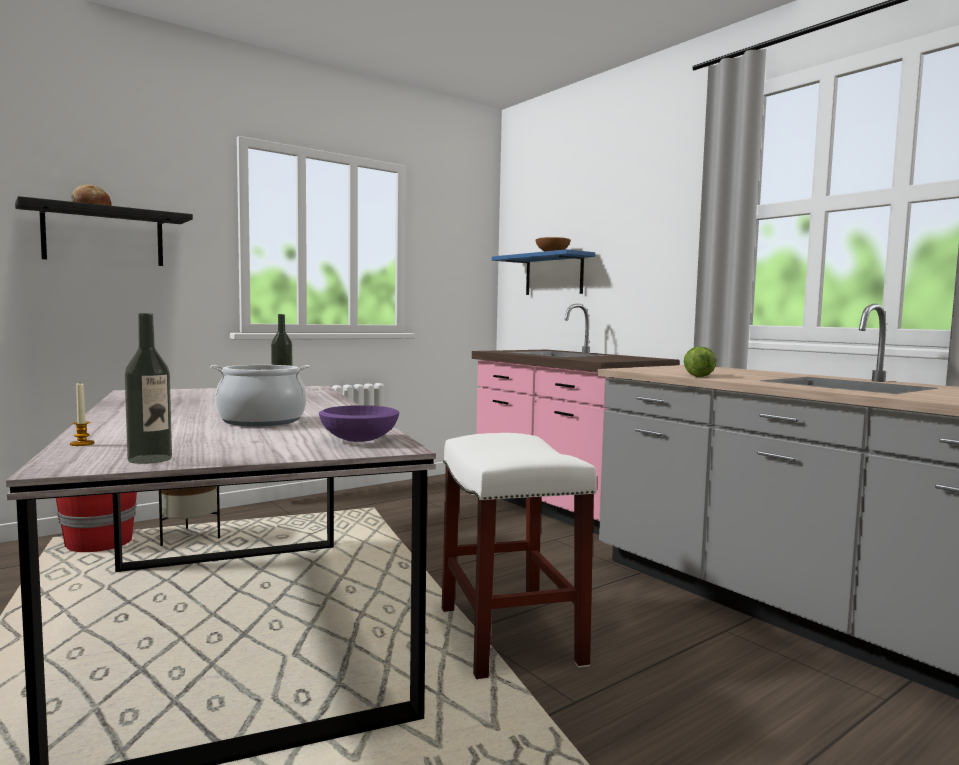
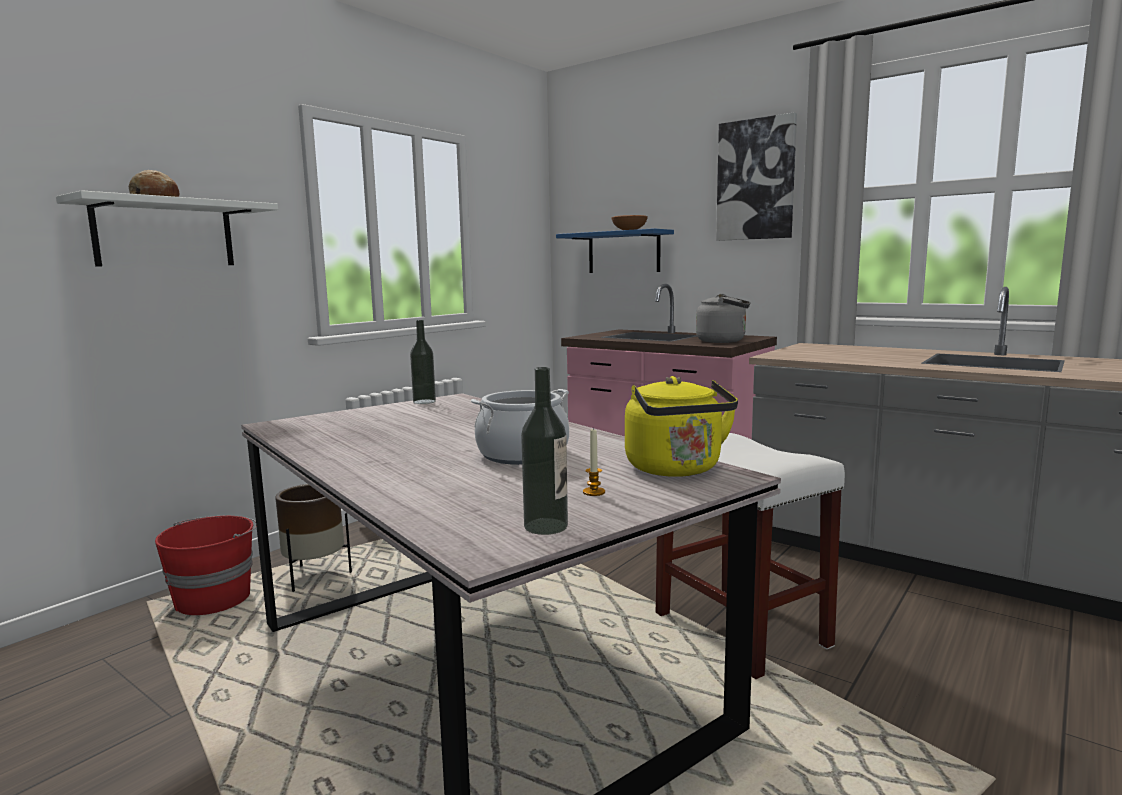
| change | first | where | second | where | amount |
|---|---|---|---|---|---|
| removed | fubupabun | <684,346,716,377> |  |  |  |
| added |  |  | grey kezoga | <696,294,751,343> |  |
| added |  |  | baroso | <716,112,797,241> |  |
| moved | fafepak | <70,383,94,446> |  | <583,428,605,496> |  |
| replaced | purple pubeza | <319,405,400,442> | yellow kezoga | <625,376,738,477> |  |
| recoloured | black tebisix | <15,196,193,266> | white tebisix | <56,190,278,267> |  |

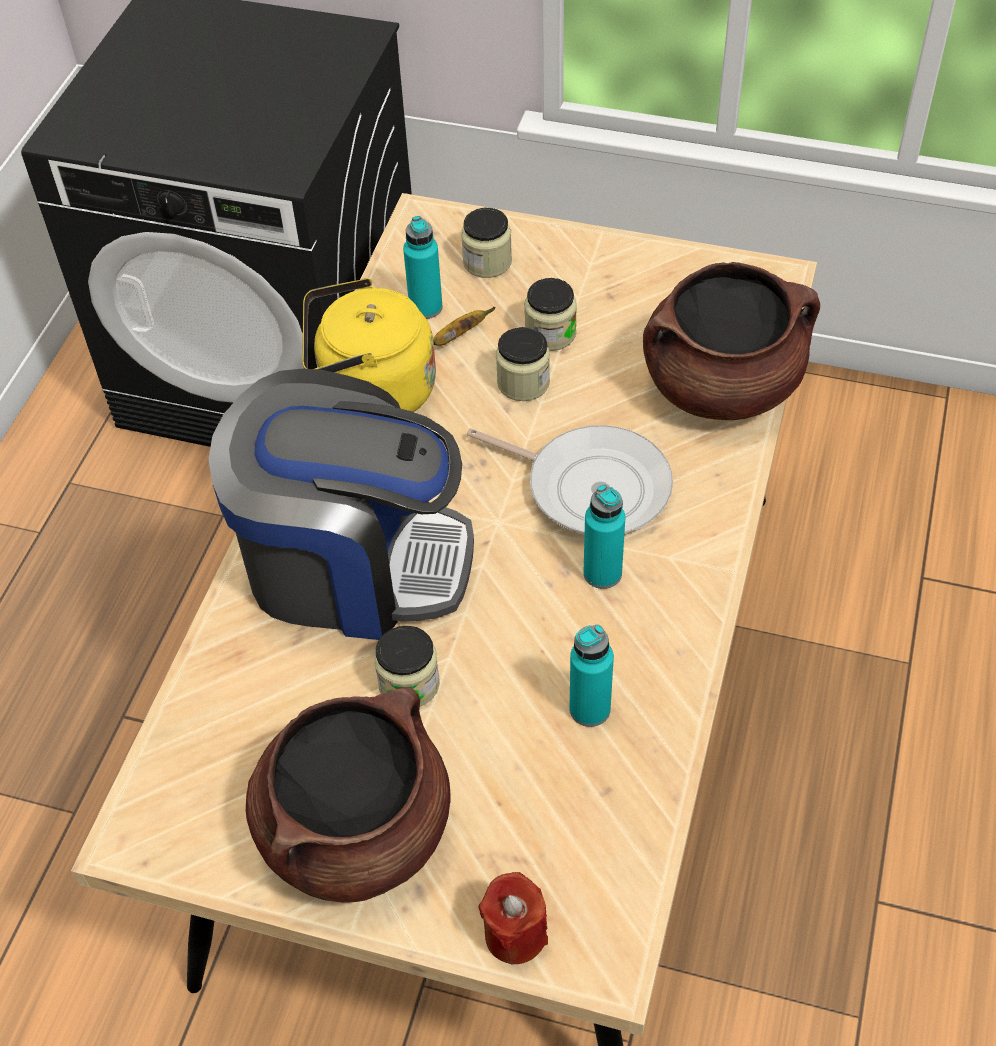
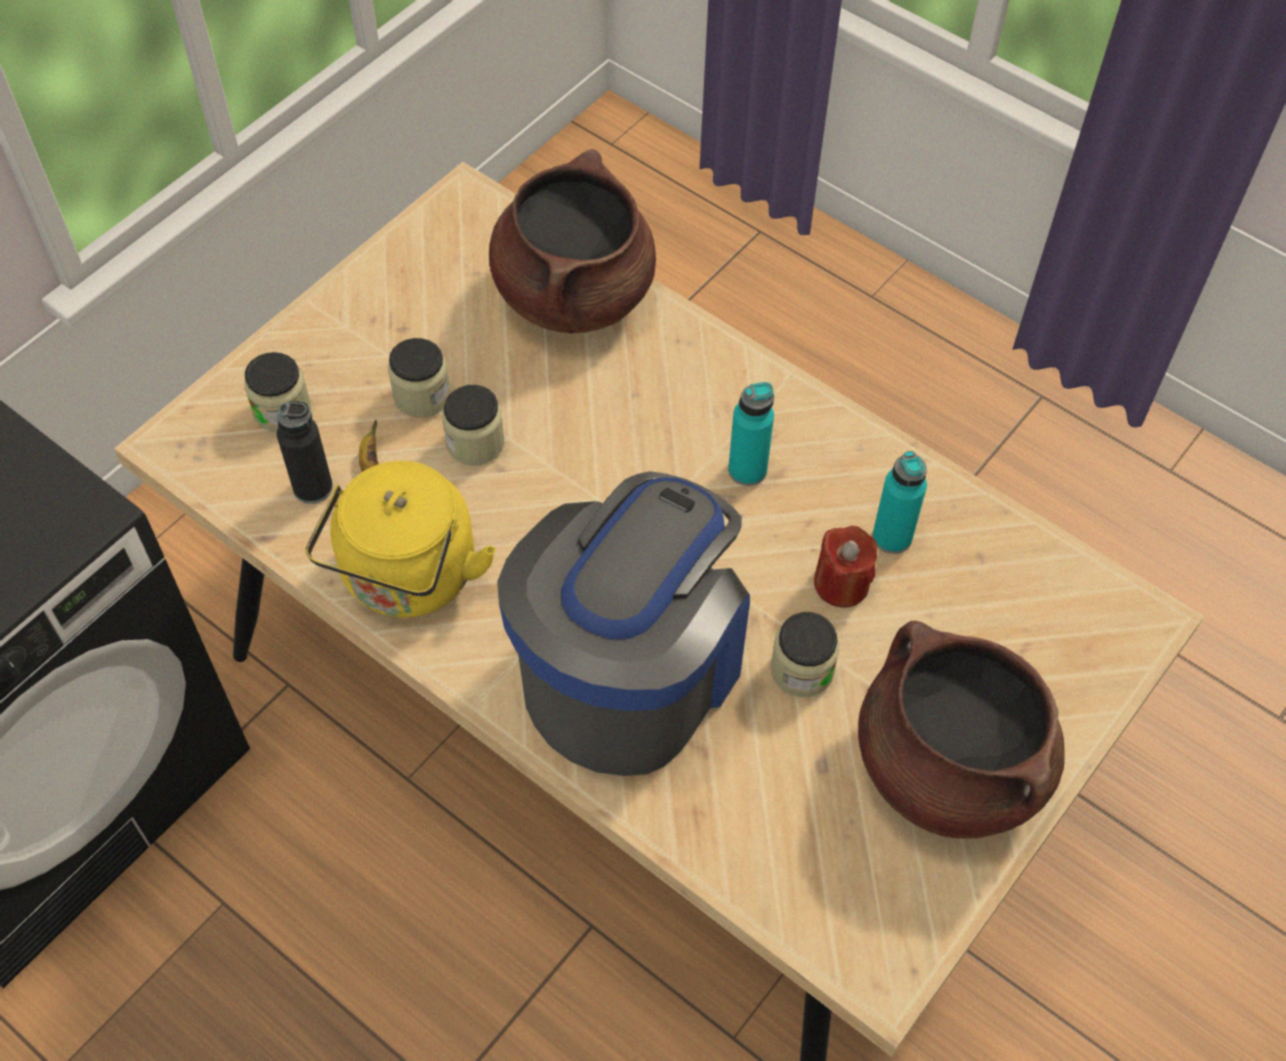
| change | first | where | second | where | amount |
|---|---|---|---|---|---|
| removed | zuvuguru | <467,425,673,535> |  |  |  |
| moved | red fafepak | <479,872,548,964> |  | <814,526,877,607> |  |
| recoloured | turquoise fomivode | <403,216,443,319> | black fomivode | <277,401,333,504> |  |

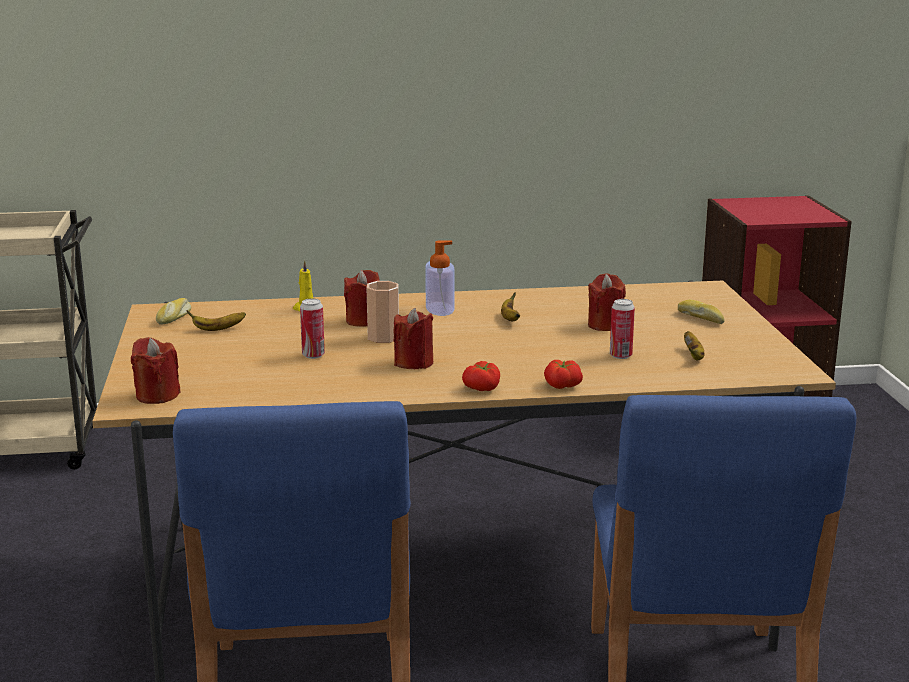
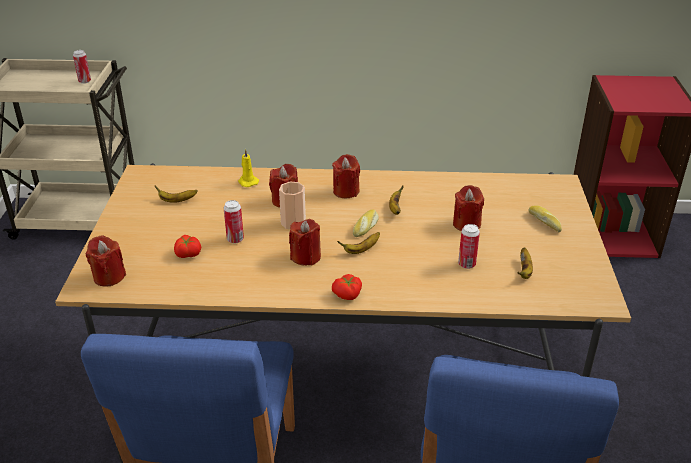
| change | first | where | second | where | amount |
|---|---|---|---|---|---|
| added |  |  | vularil | <73,50,91,84> |  |
| added |  |  | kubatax | <337,232,380,254> |  |
| moved | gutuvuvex | <156,298,191,325> |  | <353,209,379,237> |  |
| moved | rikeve | <544,360,583,389> |  | <174,235,201,258> |  |
| replaced | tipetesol | <425,241,455,316> | red fafepak | <332,154,360,198> |  |

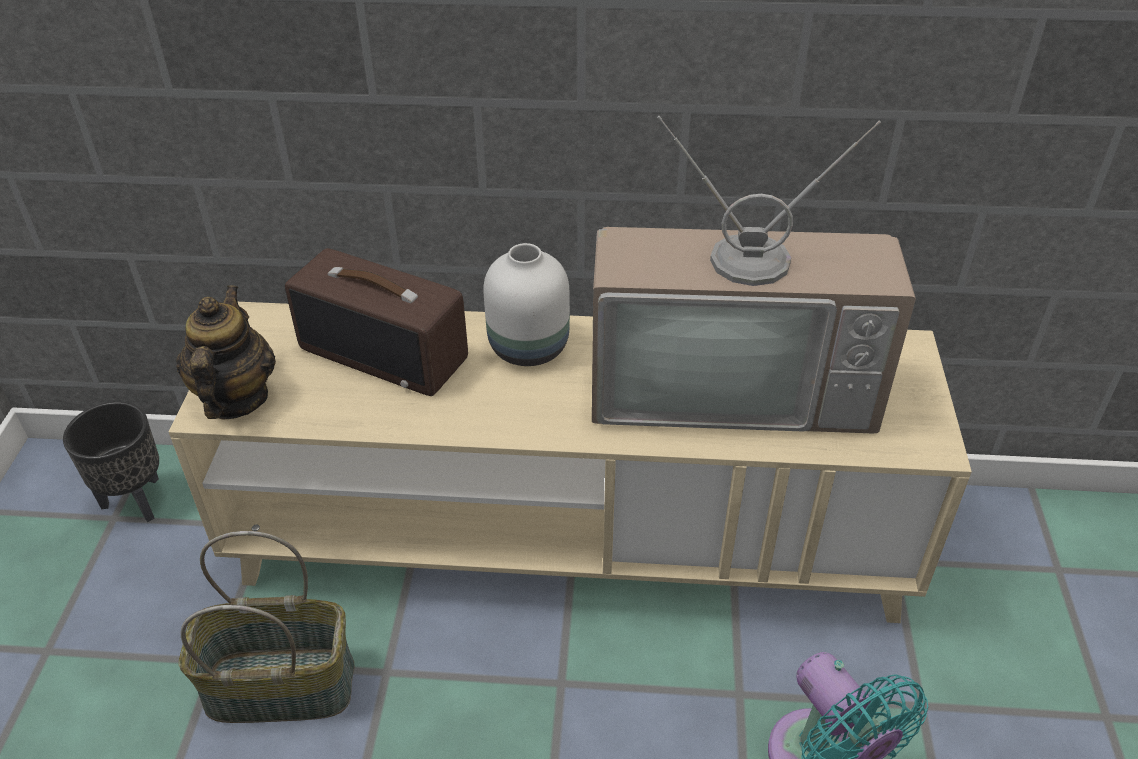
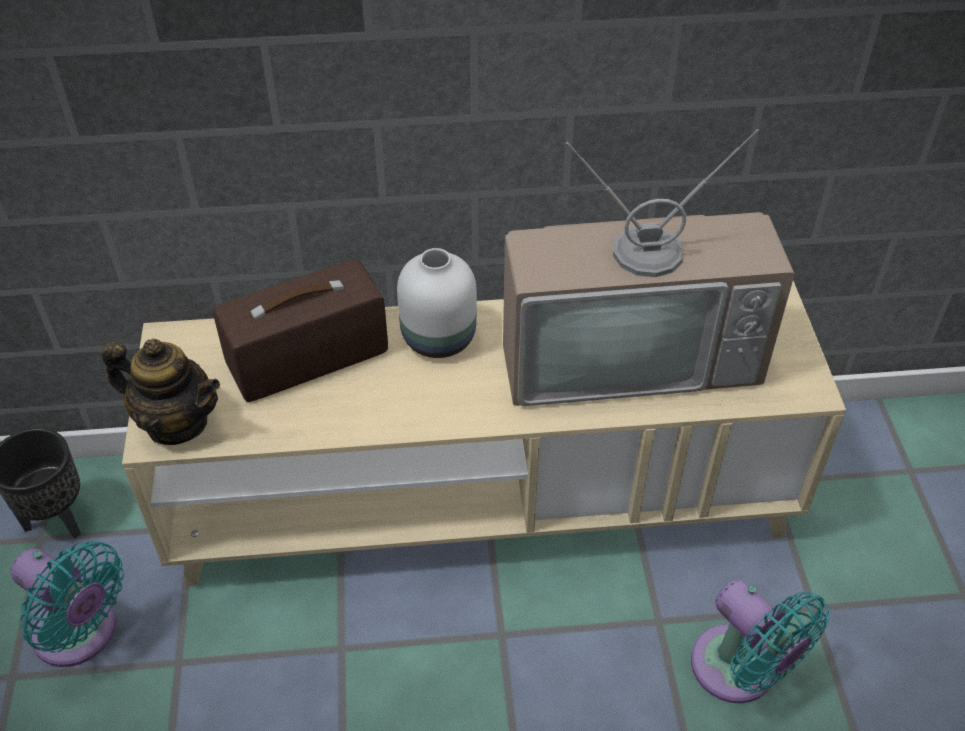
| change | first | where | second | where | amount |
|---|---|---|---|---|---|
| removed | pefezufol | <179,531,354,723> |  |  |  |
| added |  |  | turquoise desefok | <11,541,124,667> |  |
| turned | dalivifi | <176,285,276,419> |  | <102,338,220,445> | 120 degrees clockwise |
| turned | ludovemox | <285,248,468,396> |  | <213,259,388,402> | 135 degrees clockwise |

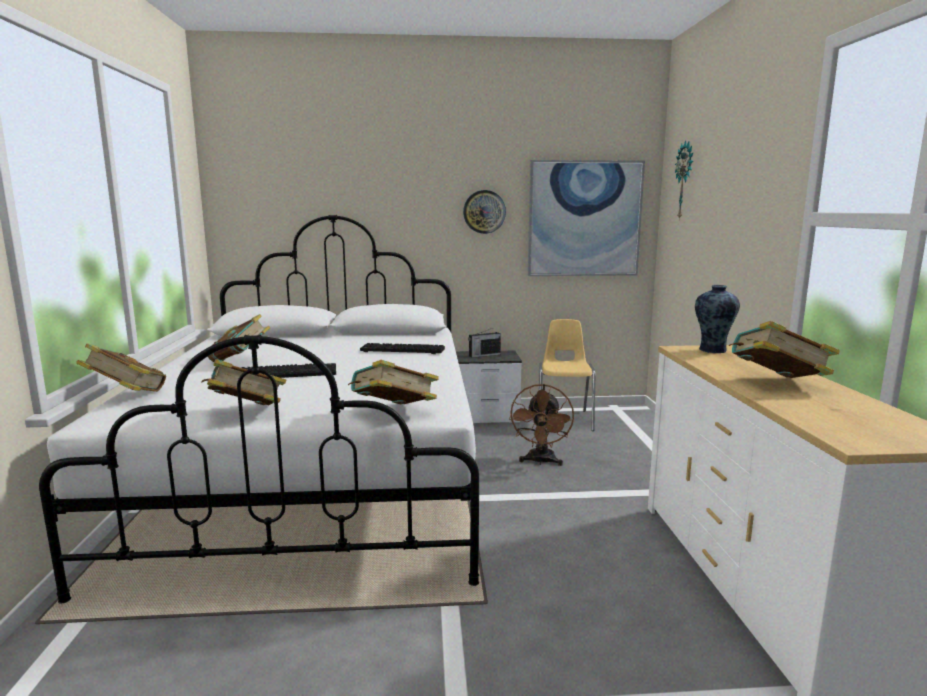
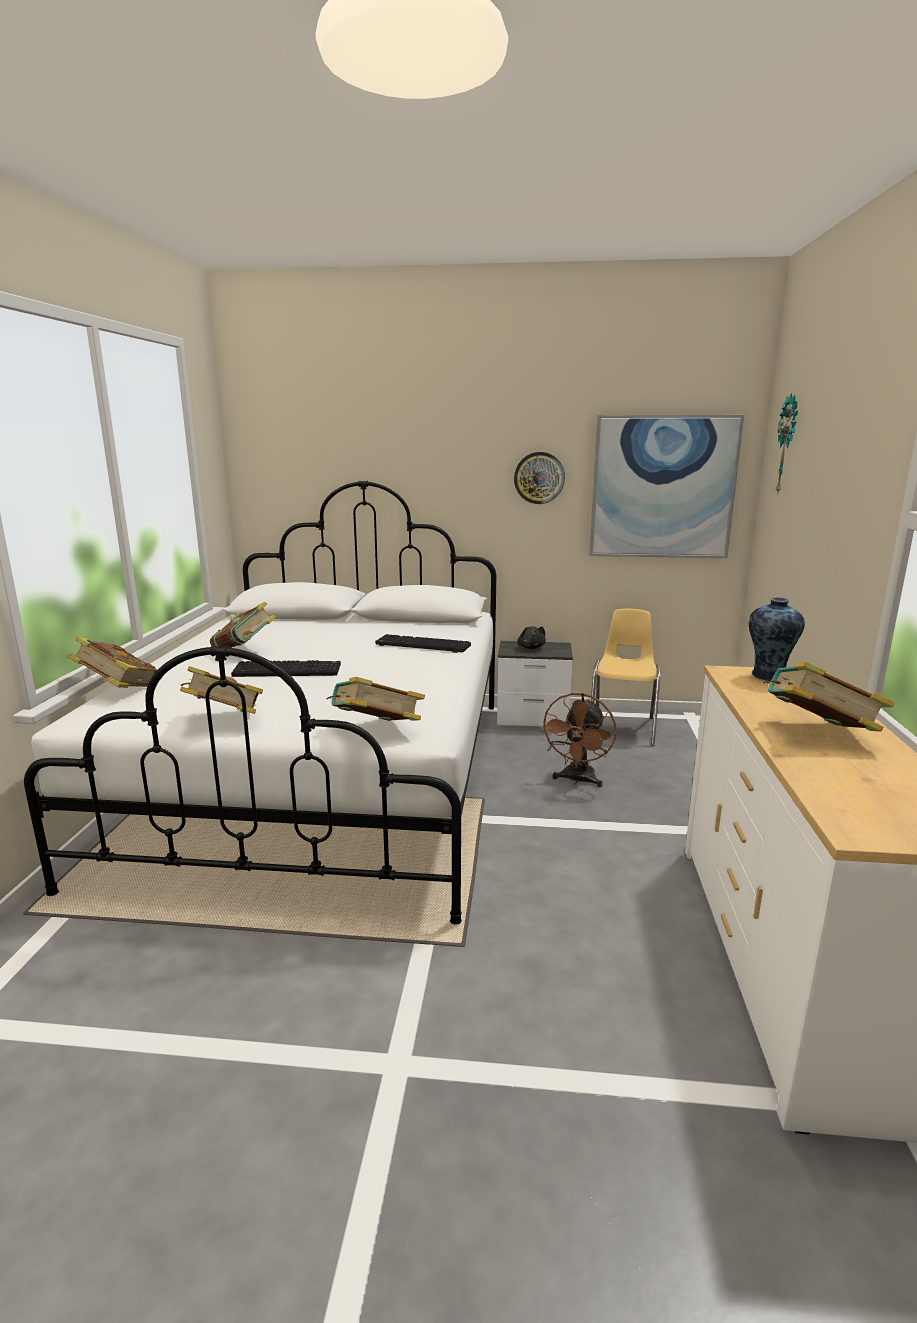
| change | first | where | second | where | amount |
|---|---|---|---|---|---|
| replaced | ludovemox | <468,328,501,358> | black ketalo | <517,626,546,649> |  |

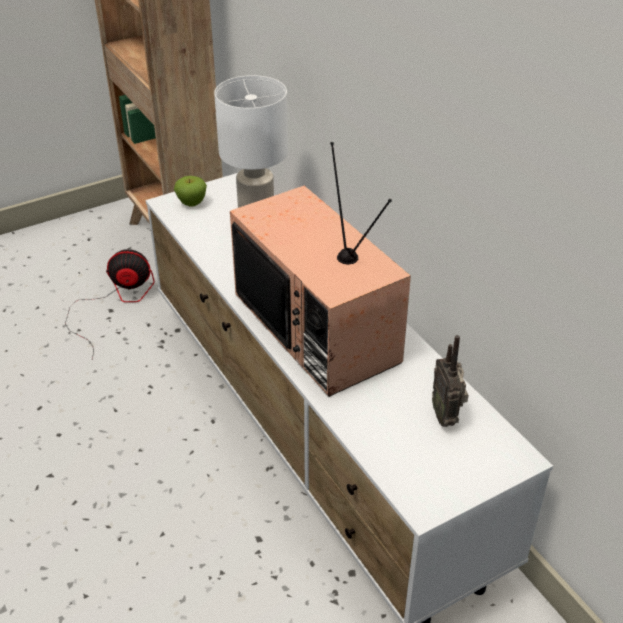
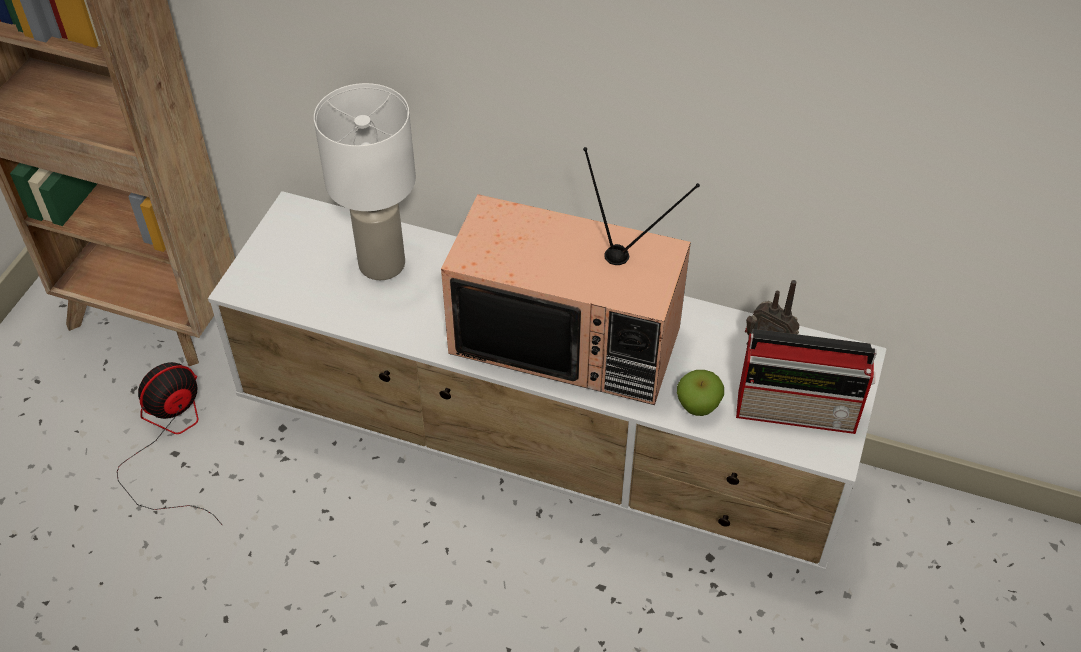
| change | first | where | second | where | amount |
|---|---|---|---|---|---|
| added |  |  | ludovemox | <736,329,877,434> |  |
| moved | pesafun | <174,176,207,207> |  | <677,370,724,416> |  |

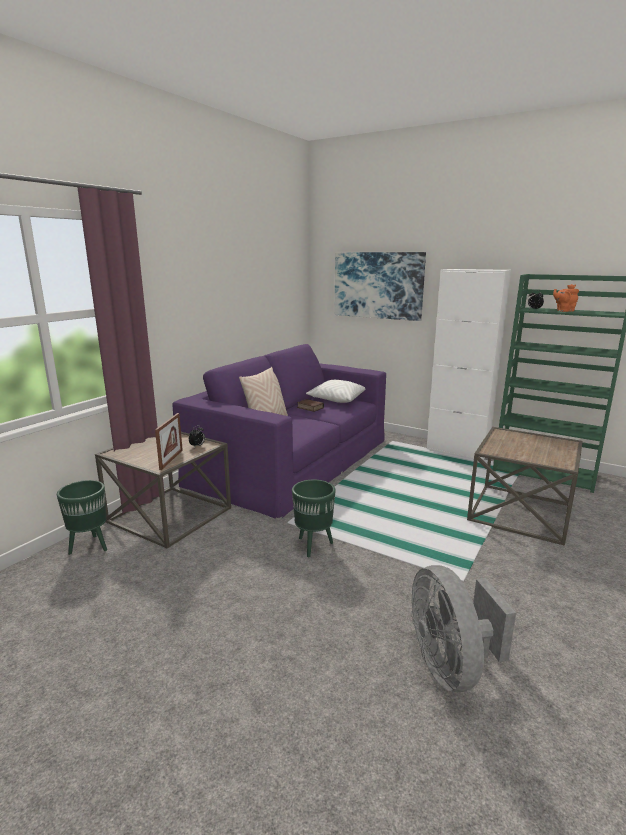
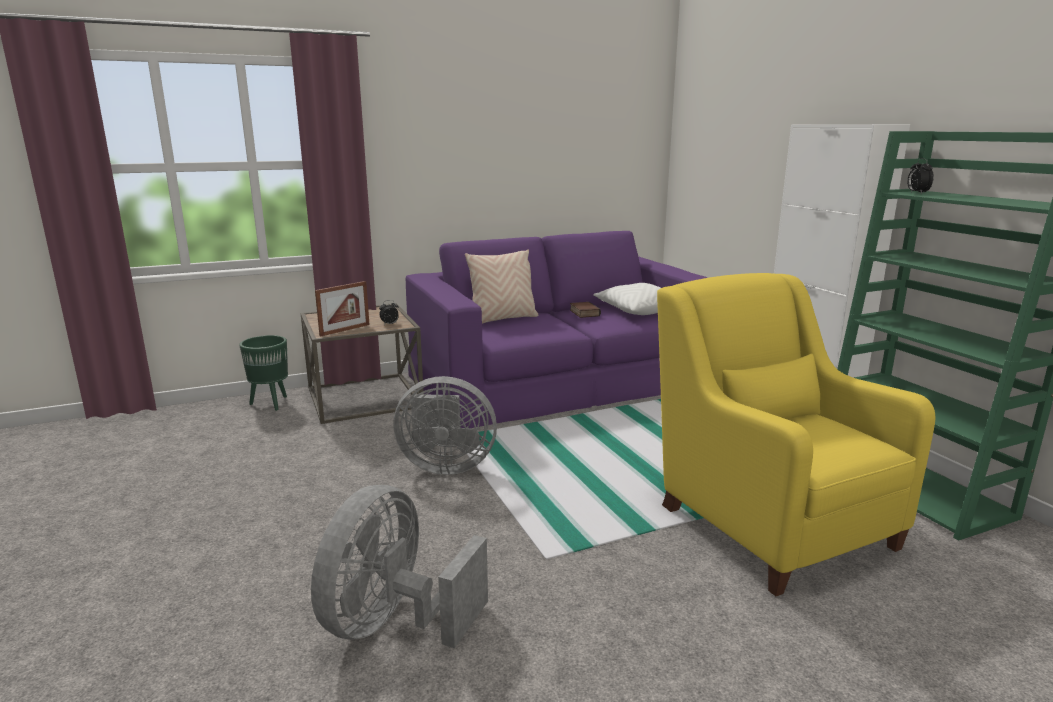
| change | first | where | second | where | amount |
|---|---|---|---|---|---|
| removed | baroso | <335,252,426,321> |  |  |  |
| removed | orange dalivifi | <553,284,579,312> |  |  |  |
| replaced | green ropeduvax | <292,480,336,557> | grey desefok | <393,376,497,475> |  |
| replaced | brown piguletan | <467,427,583,546> | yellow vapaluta | <657,273,935,596> |  |

